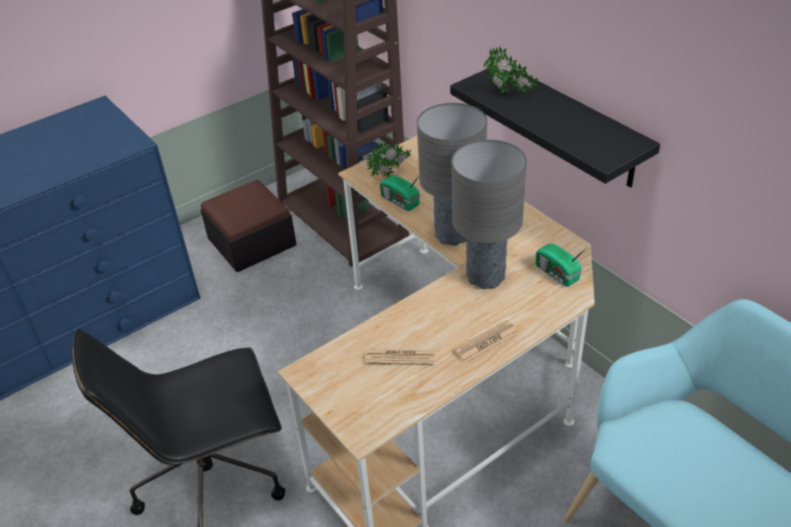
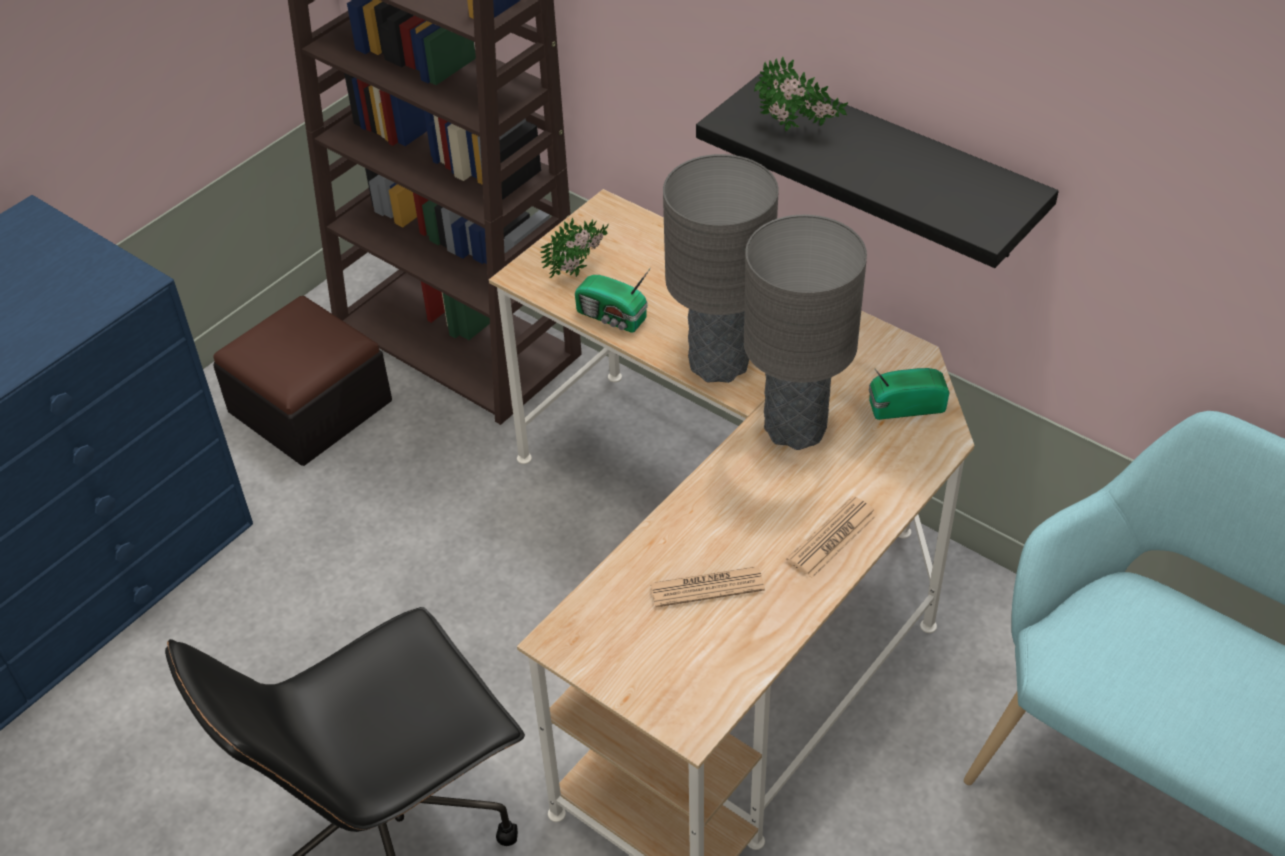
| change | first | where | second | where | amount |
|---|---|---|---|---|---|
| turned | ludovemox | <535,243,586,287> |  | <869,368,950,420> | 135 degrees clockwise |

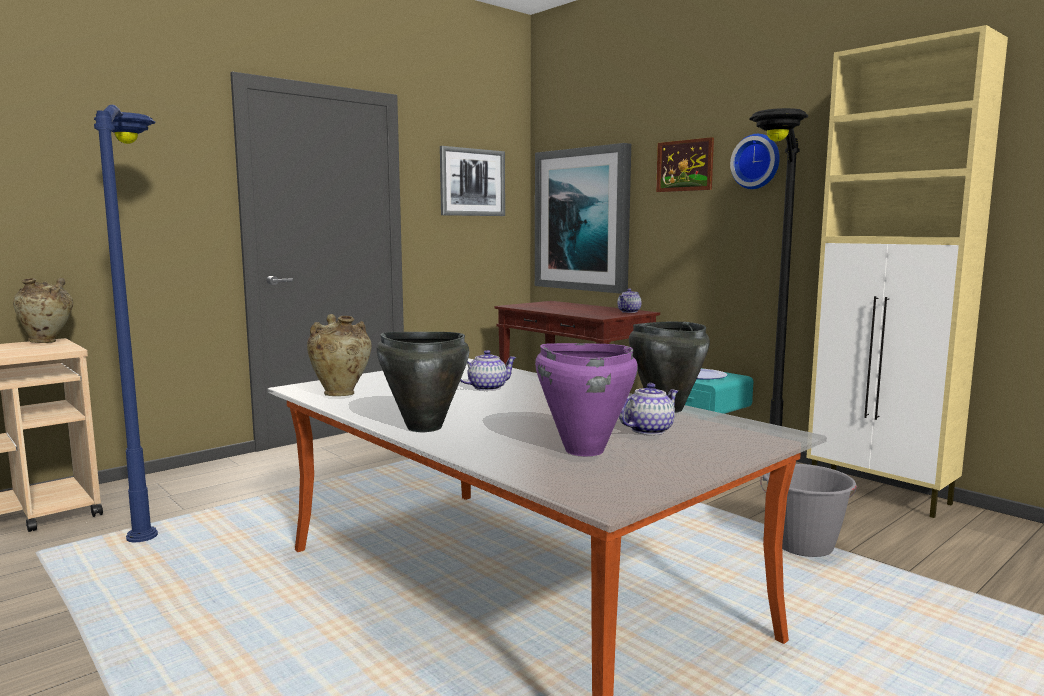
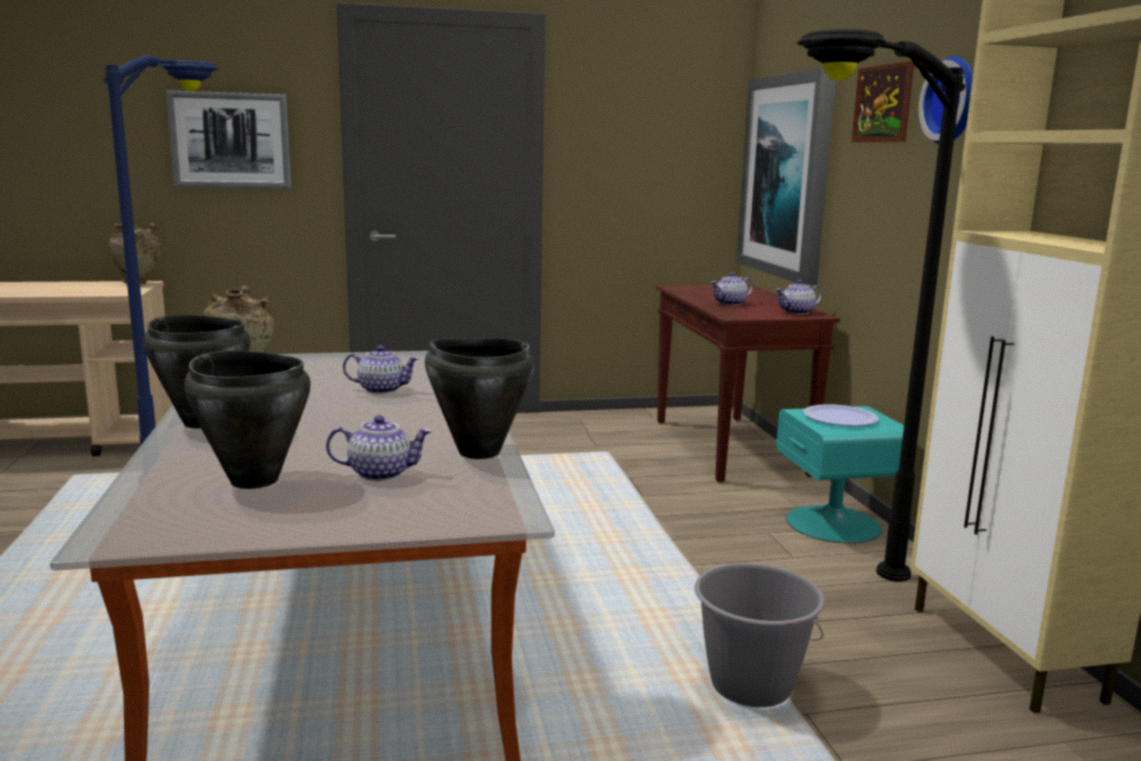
| change | first | where | second | where | amount |
|---|---|---|---|---|---|
| added |  |  | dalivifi | <710,272,753,306> |  |
| moved | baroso | <440,146,505,216> |  | <166,90,291,189> |  |
| recoloured | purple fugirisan | <535,343,638,456> | black fugirisan | <184,351,311,489> |  |

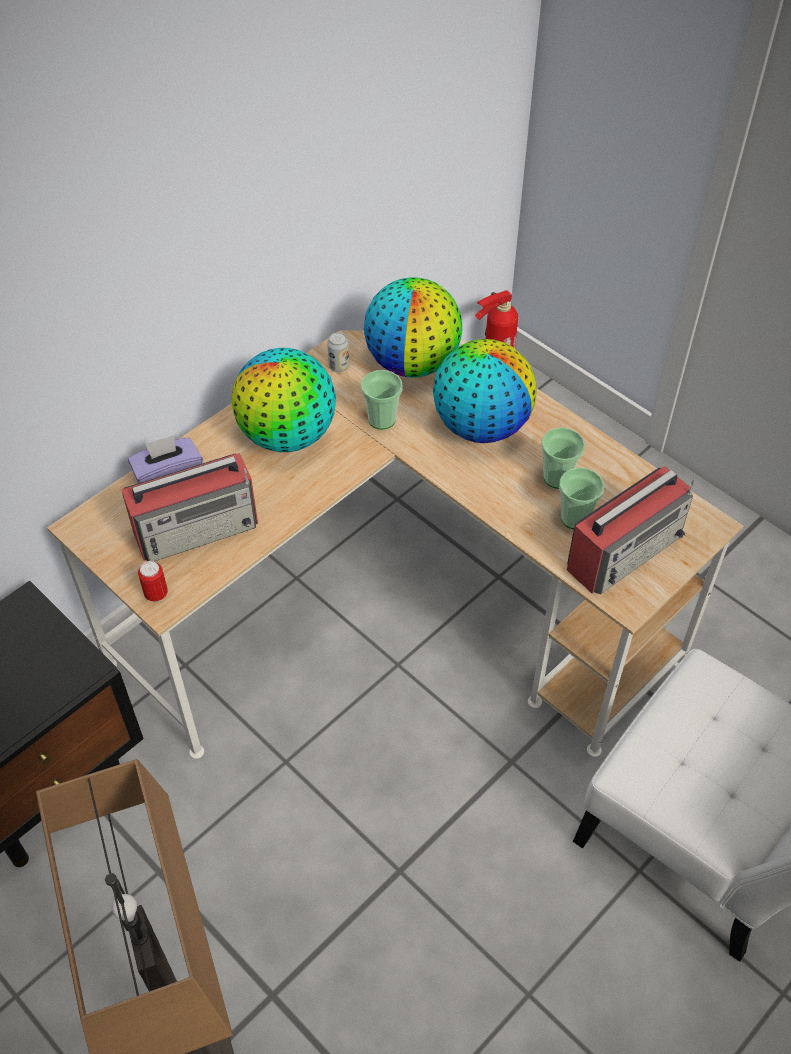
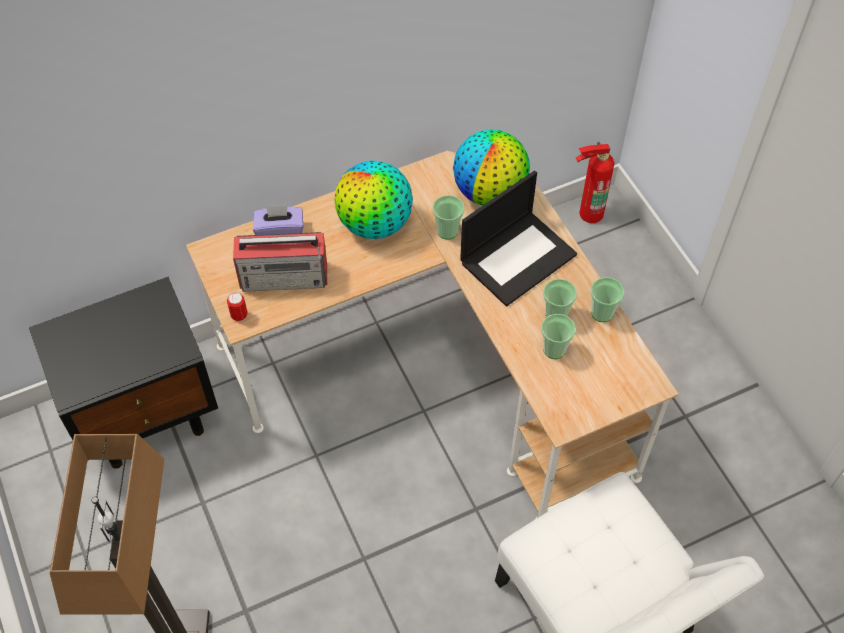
| change | first | where | second | where | amount |
|---|---|---|---|---|---|
| removed | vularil | <327,332,349,372> |  |  |  |
| removed | ludovemox | <567,466,695,594> |  |  |  |
| added |  |  | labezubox | <591,277,624,322> |  |
| replaced | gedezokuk | <433,339,537,443> | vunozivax | <460,171,577,307> |  |

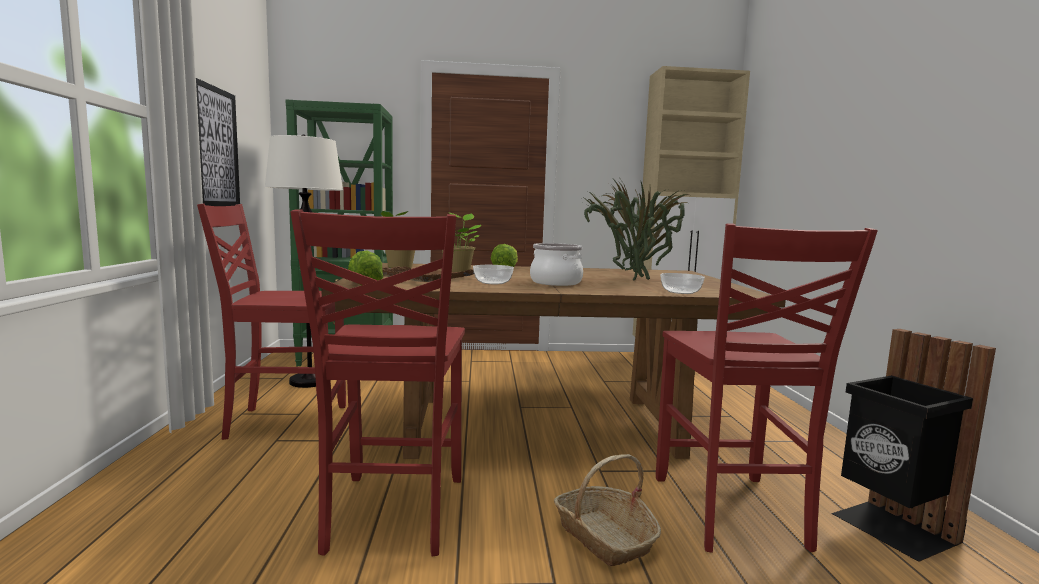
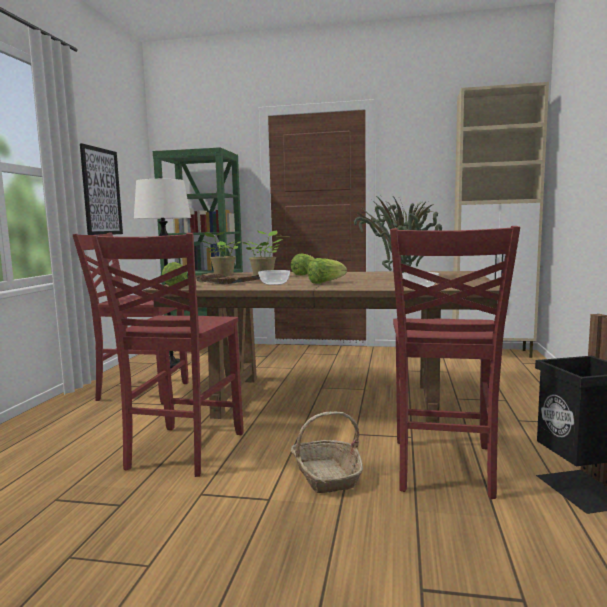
| change | first | where | second | where | amount |
|---|---|---|---|---|---|
| replaced | fugirisan | <530,243,583,286> | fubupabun | <307,258,347,284> |  |

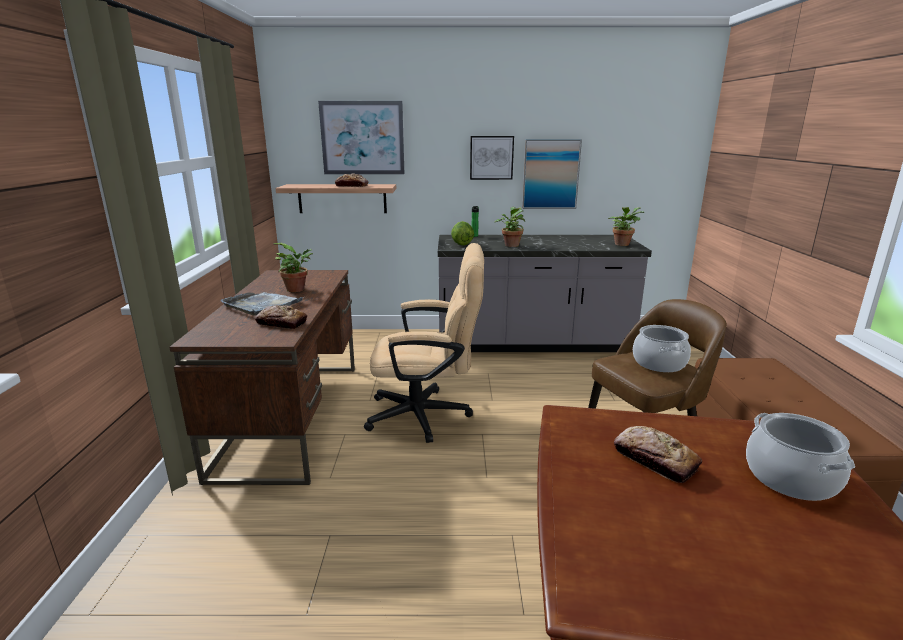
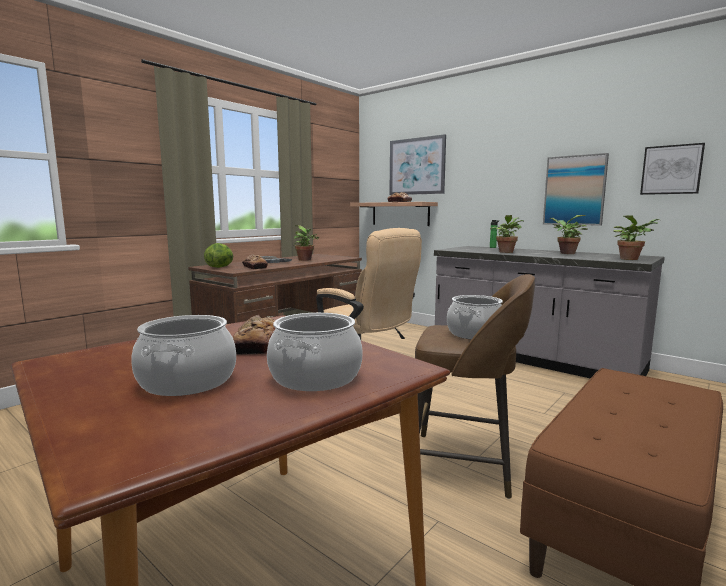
| change | first | where | second | where | amount |
|---|---|---|---|---|---|
| added |  |  | fugirisan | <131,315,236,396> |  |
| added |  |  | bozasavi | <550,215,587,254> |  |
| moved | fubupabun | <451,221,474,246> |  | <204,243,233,268> |  |
| moved | baroso | <470,136,514,180> |  | <640,143,705,195> |  |

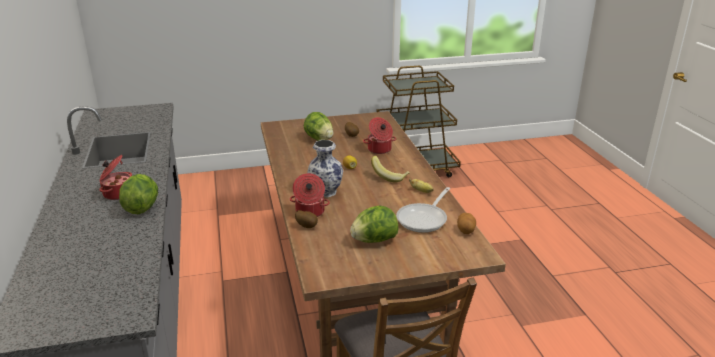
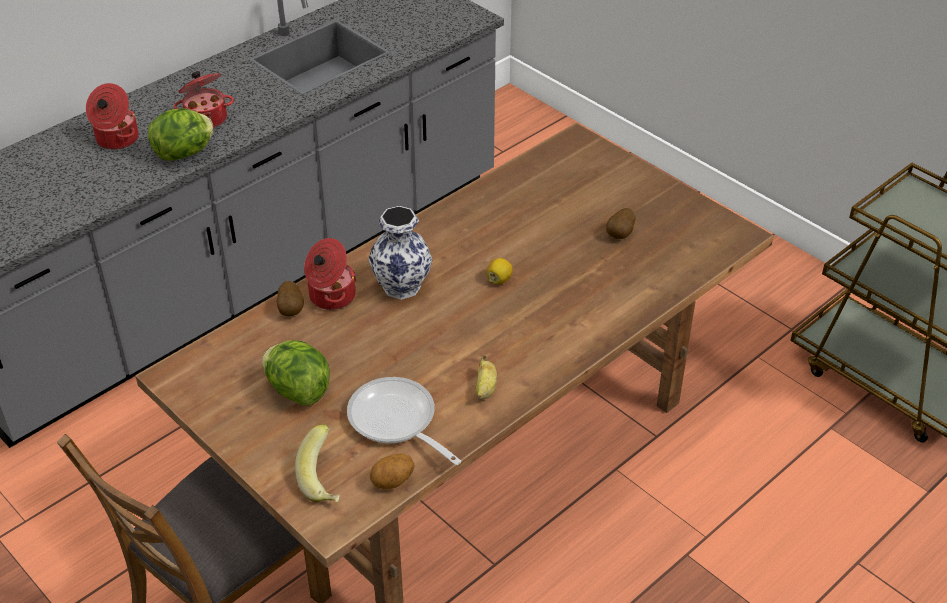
| change | first | where | second | where | amount |
|---|---|---|---|---|---|
| removed | fubupabun | <304,112,334,141> |  |  |  |
| moved | fugirisan | <363,117,396,154> |  | <86,83,139,150> |  |
| moved | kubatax | <371,156,410,183> |  | <295,424,340,503> |  |
| turned | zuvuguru | <396,187,450,233> |  | <347,377,461,465> | 45 degrees clockwise |

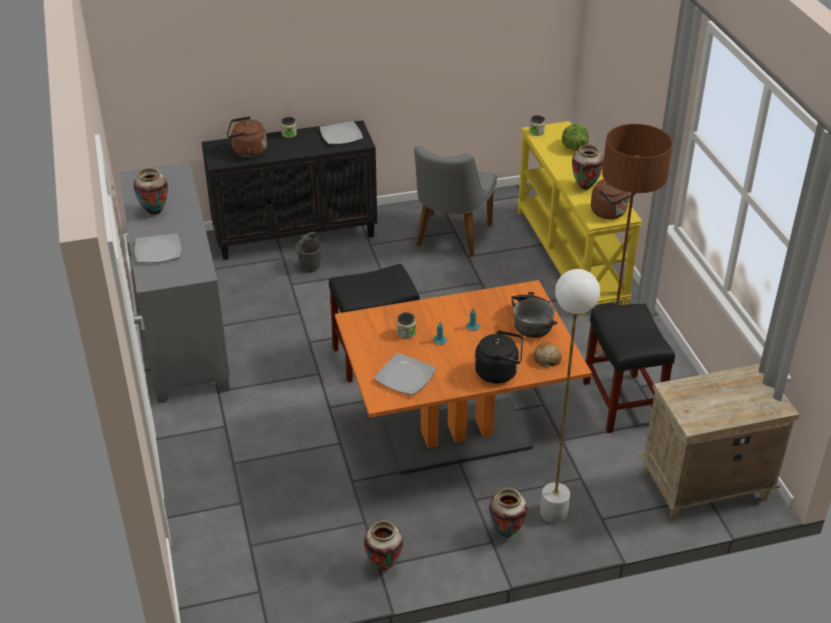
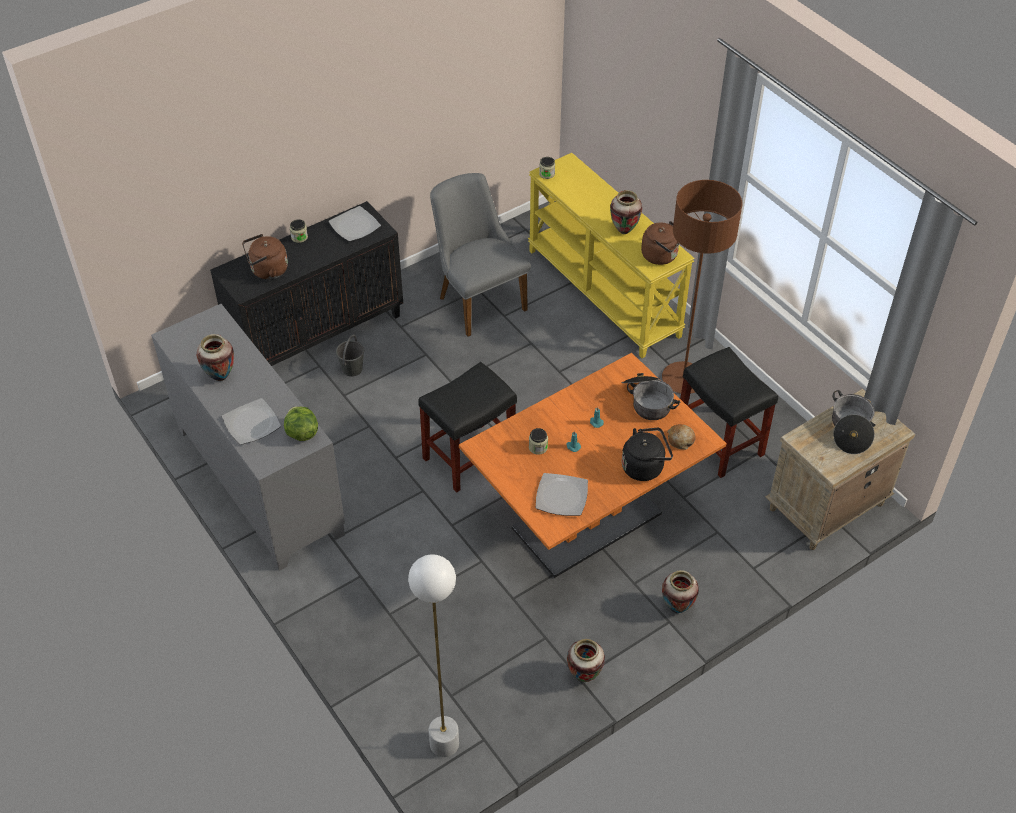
| change | first | where | second | where | amount |
|---|---|---|---|---|---|
| added |  |  | fugirisan | <832,390,876,454> |  |
| moved | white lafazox | <540,269,600,523> |  | <408,554,459,757> |  |
| moved | fubupabun | <562,124,589,151> |  | <284,407,318,441> |  |
| turned | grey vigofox | <414,146,497,256> |  | <430,173,531,337> | 150 degrees clockwise |

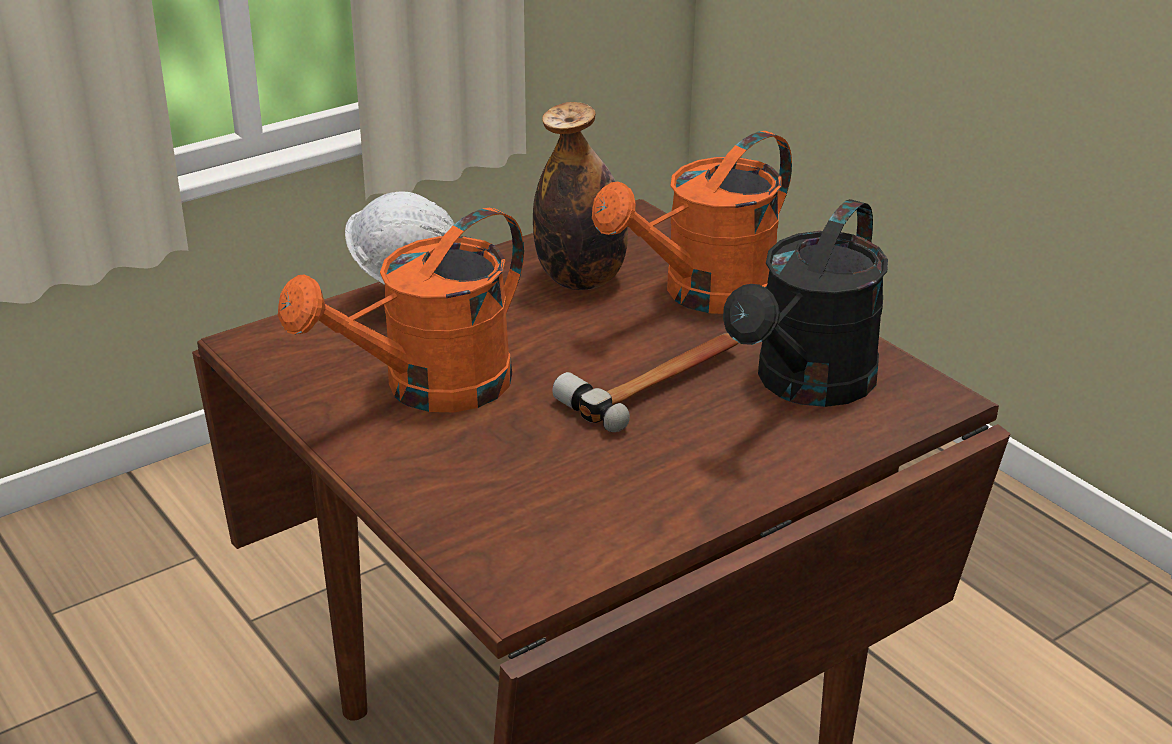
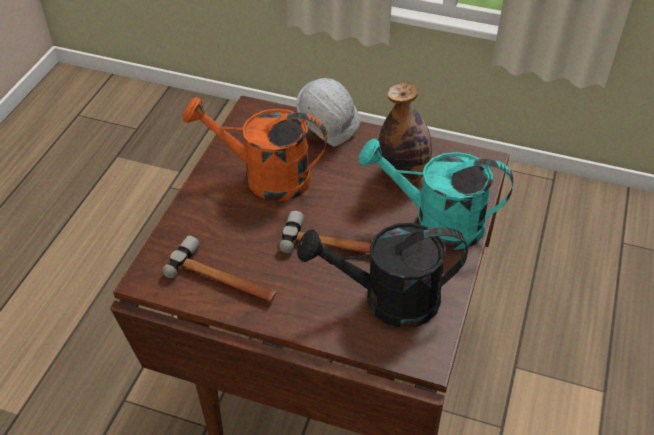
| change | first | where | second | where | amount |
|---|---|---|---|---|---|
| added |  |  | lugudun | <162,236,277,302> |  |
| recoloured | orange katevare | <592,131,792,314> | turquoise katevare | <359,138,513,250> |  |

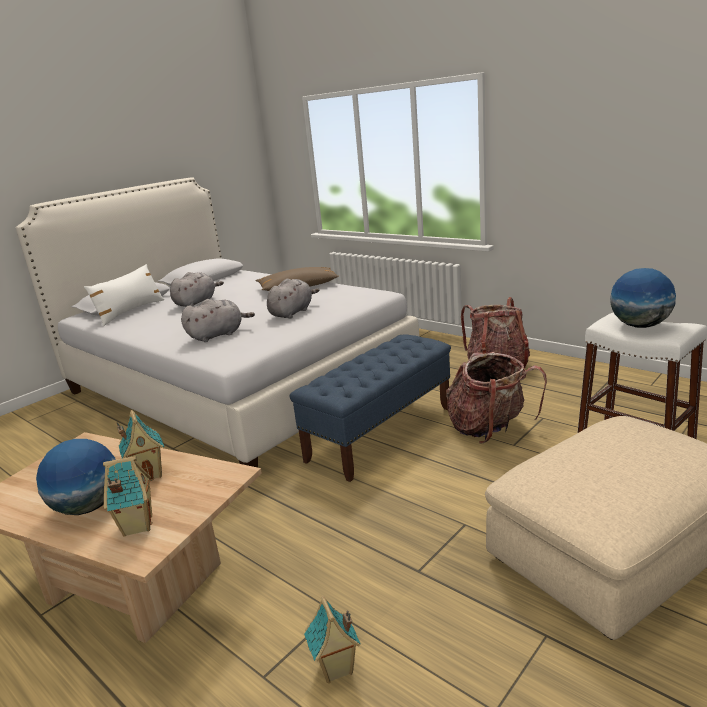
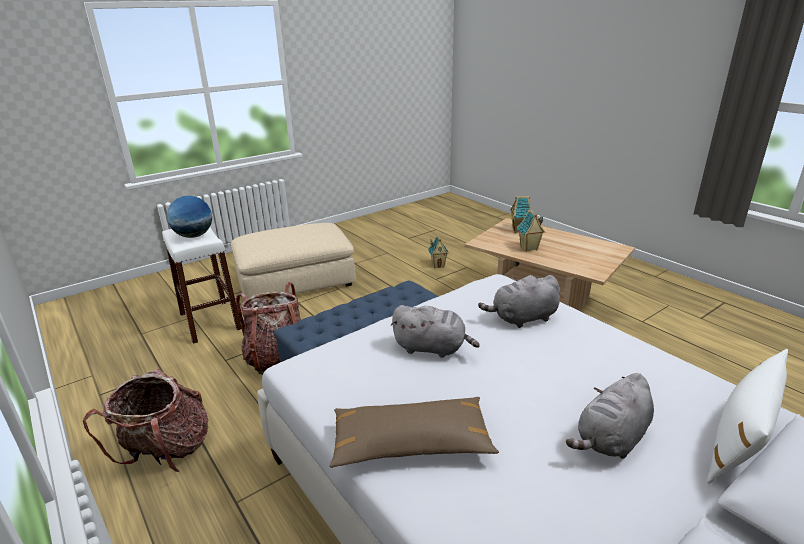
| change | first | where | second | where | amount |
|---|---|---|---|---|---|
| removed | gedezokuk | <36,439,116,515> |  |  |  |
| turned | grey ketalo | <267,279,319,319> |  | <391,305,480,358> | 120 degrees counterclockwise |

